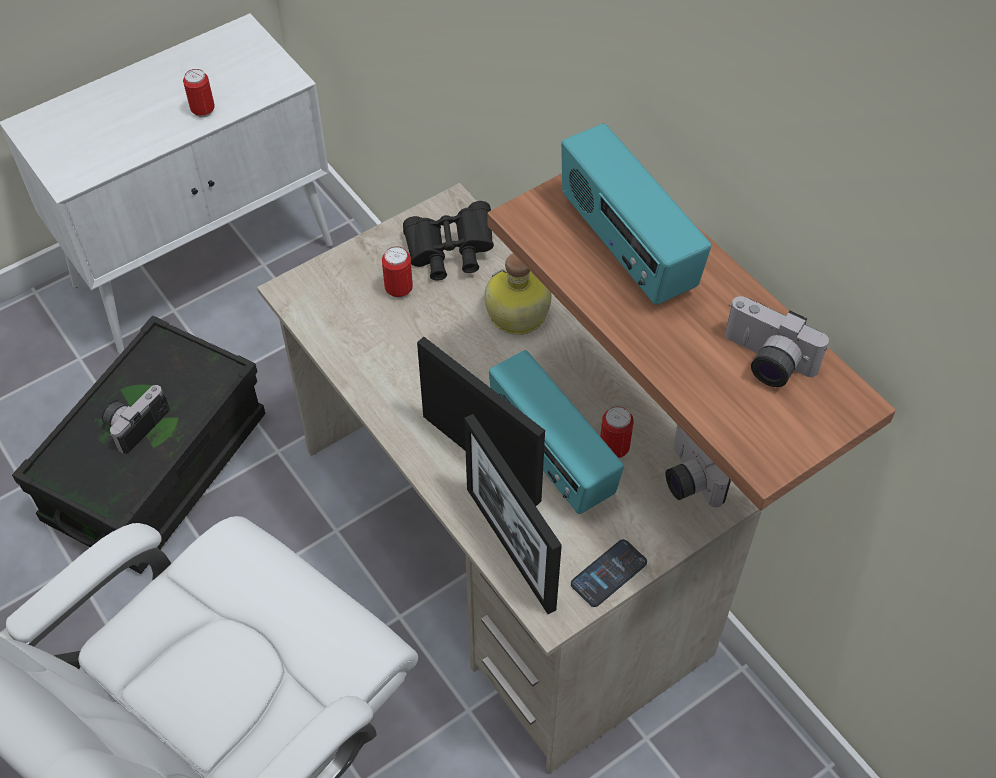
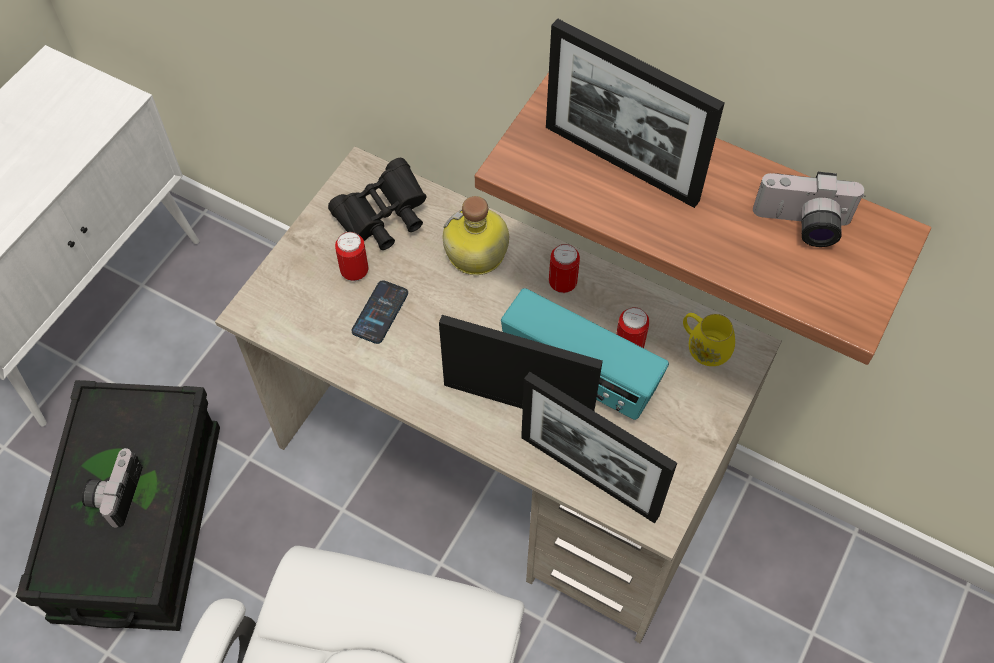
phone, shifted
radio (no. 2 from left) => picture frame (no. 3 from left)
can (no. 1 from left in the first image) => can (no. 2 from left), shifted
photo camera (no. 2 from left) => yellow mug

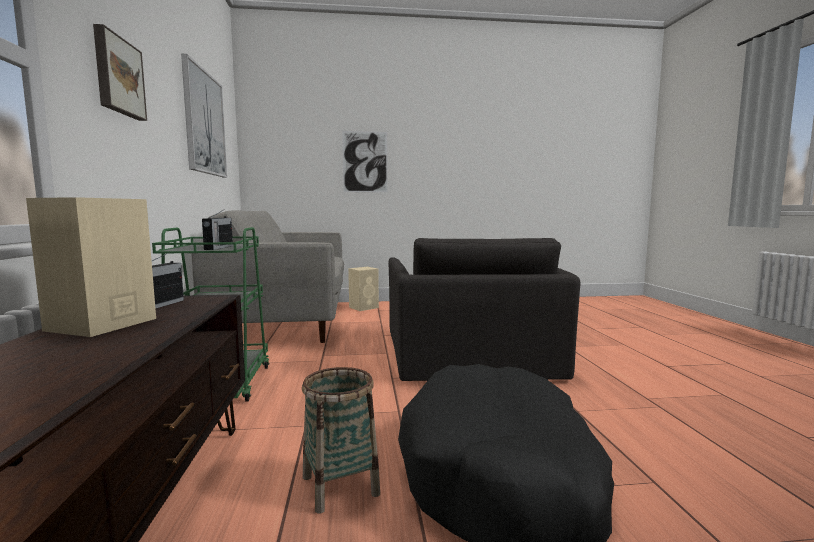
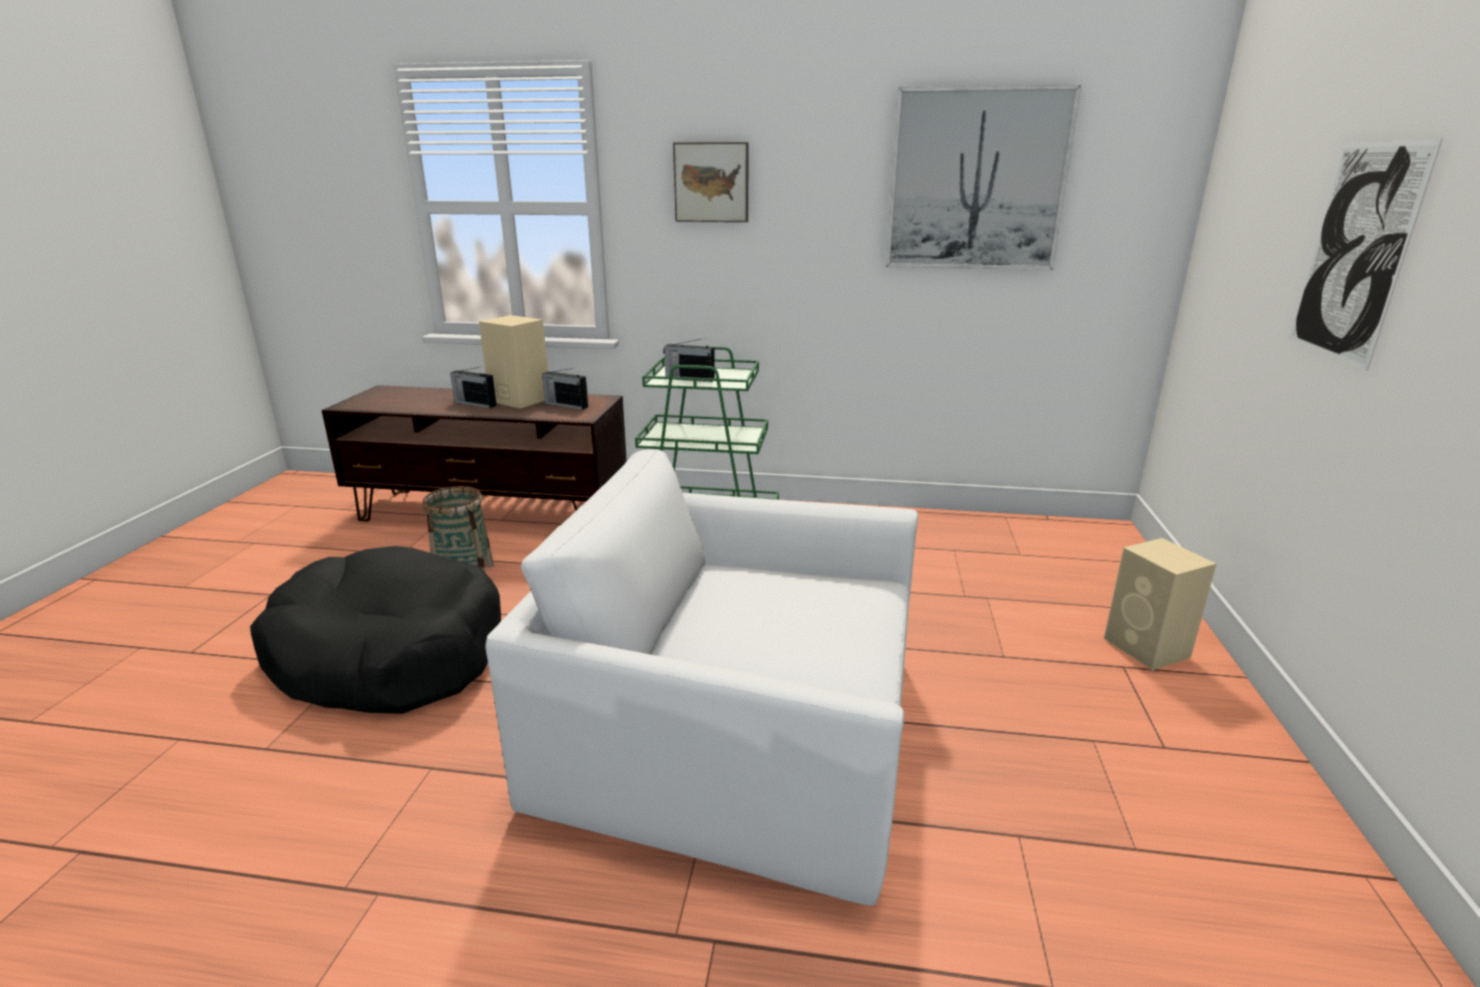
nothing => radio (no. 1 from left)
black armchair => white armchair
grey sofa => nothing

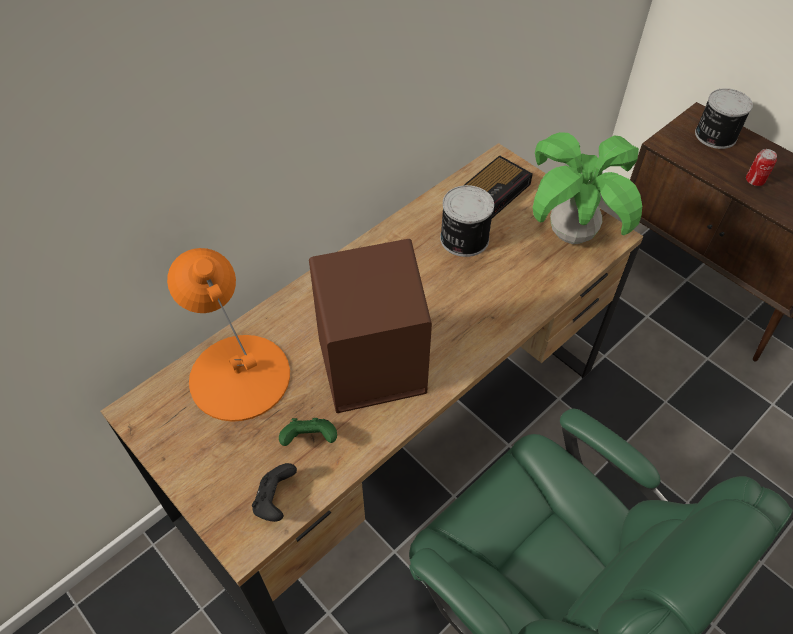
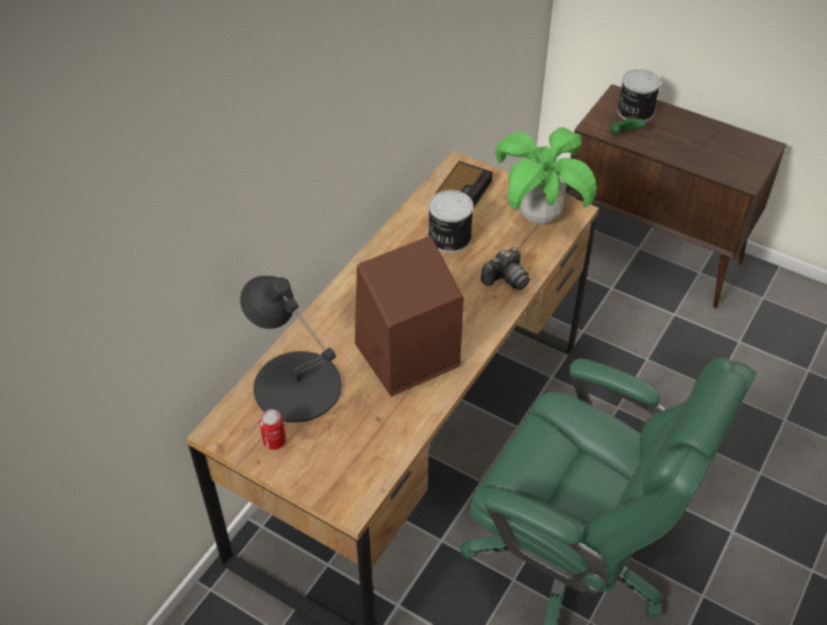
orange table lamp => black table lamp
can (no. 3 from left in the first image) => can (no. 1 from left), shifted
nothing => photo camera
green game controller, shifted
black game controller => nothing

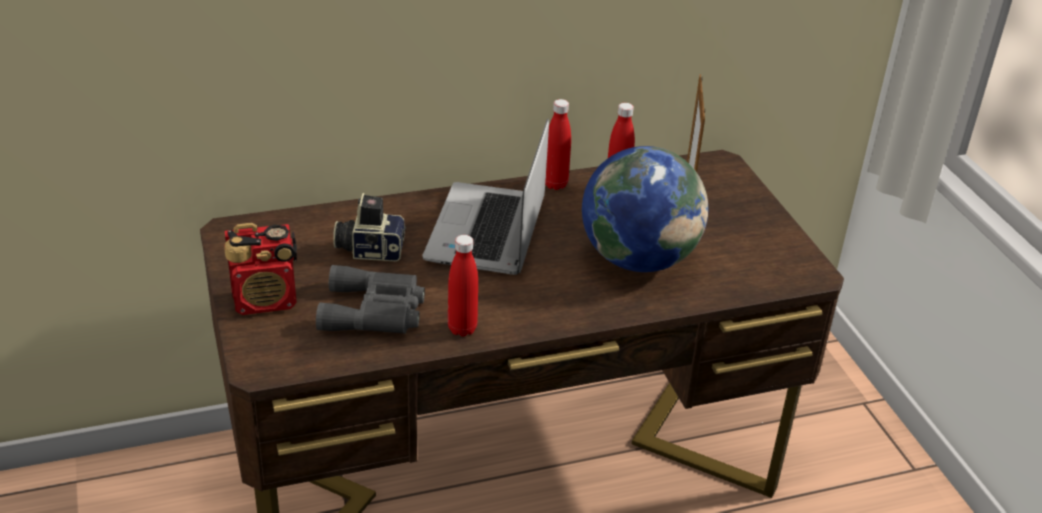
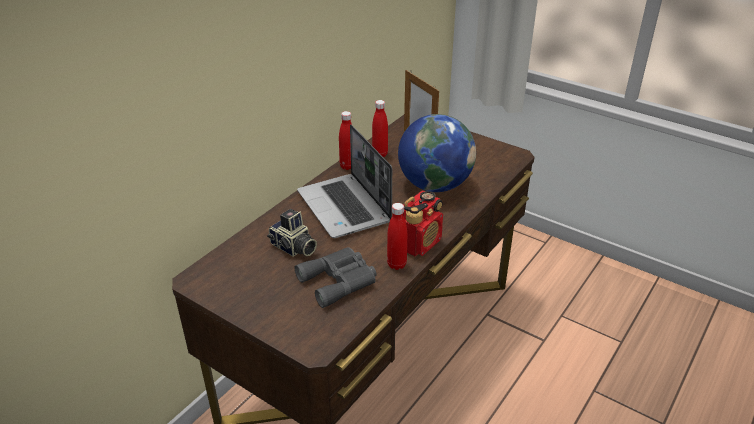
photo camera, 105 degrees counterclockwise
radio, shifted

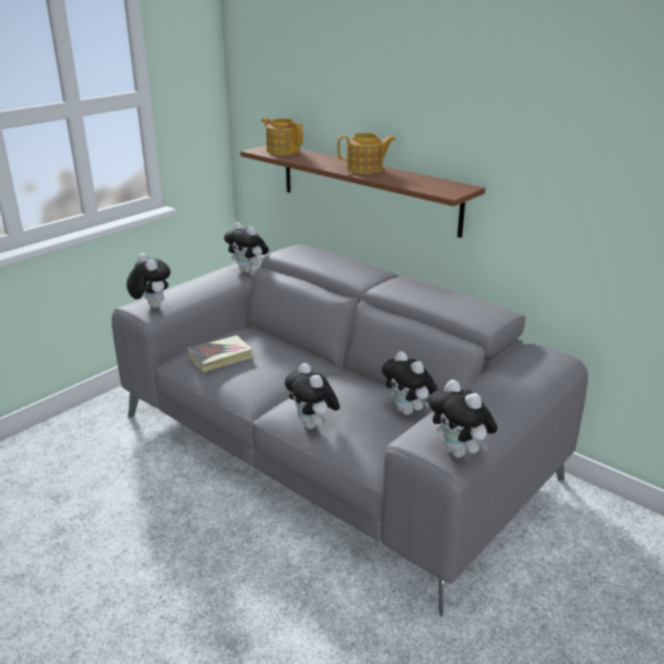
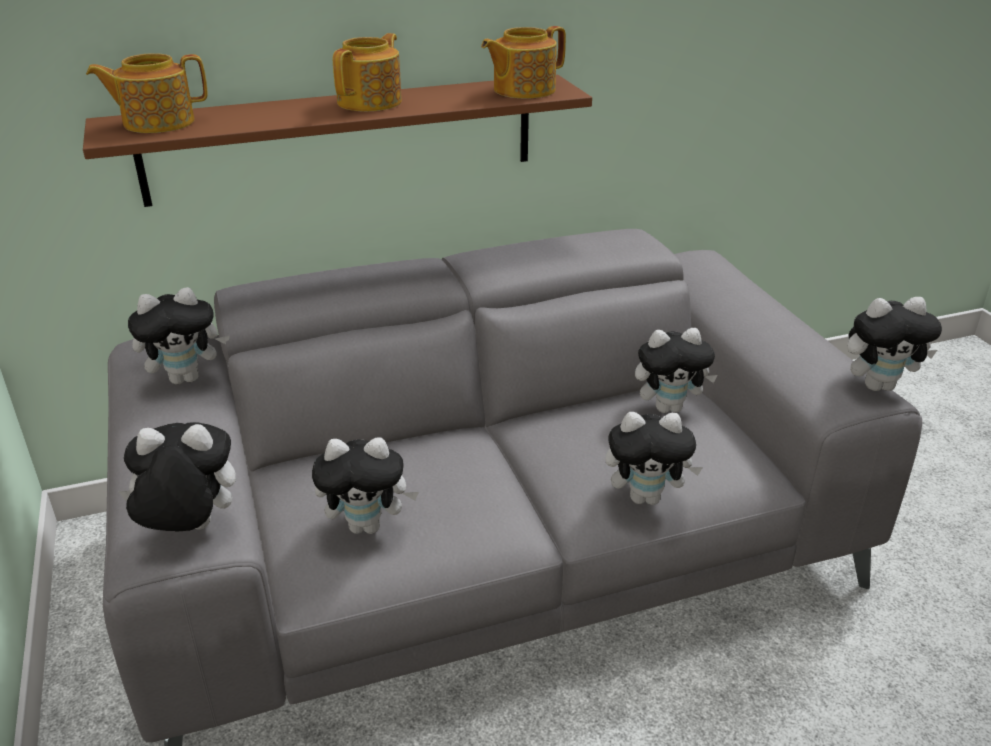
book => plush toy (no. 3 from left)
nothing => teapot (no. 3 from left)

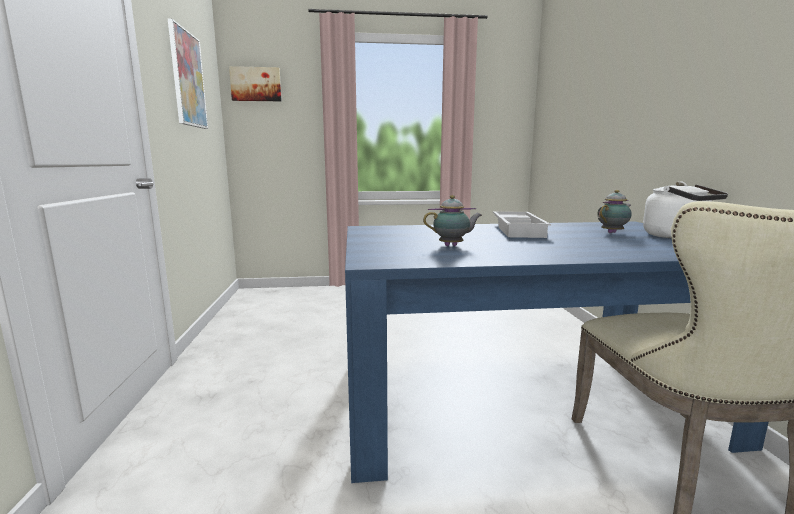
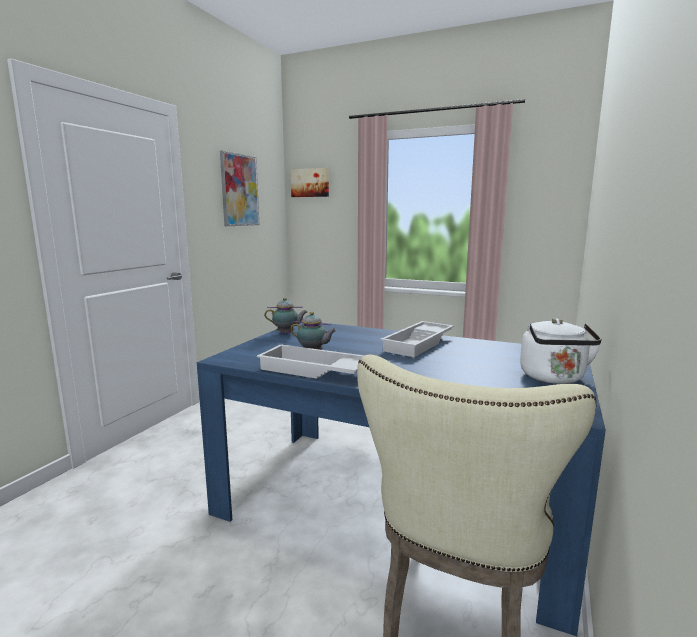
nothing => white tray (no. 1 from left)
teapot (no. 2 from left in the first image) => teapot (no. 1 from left), shifted

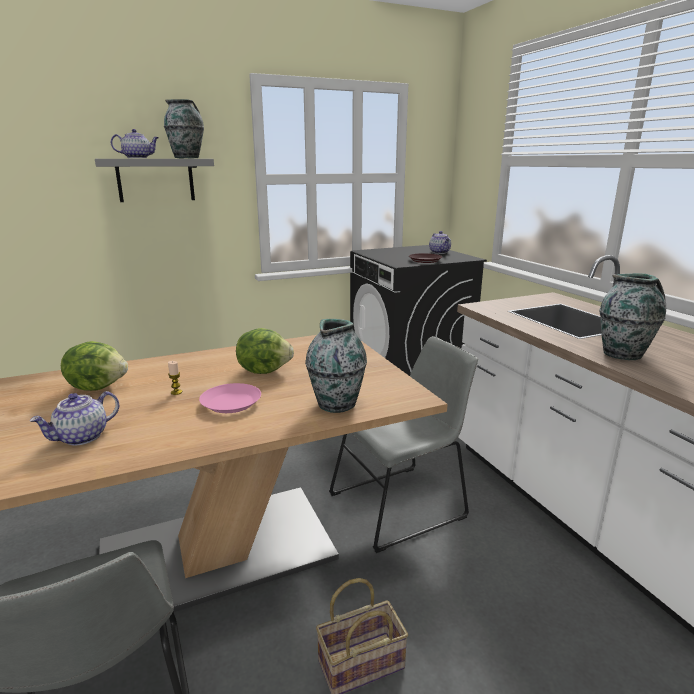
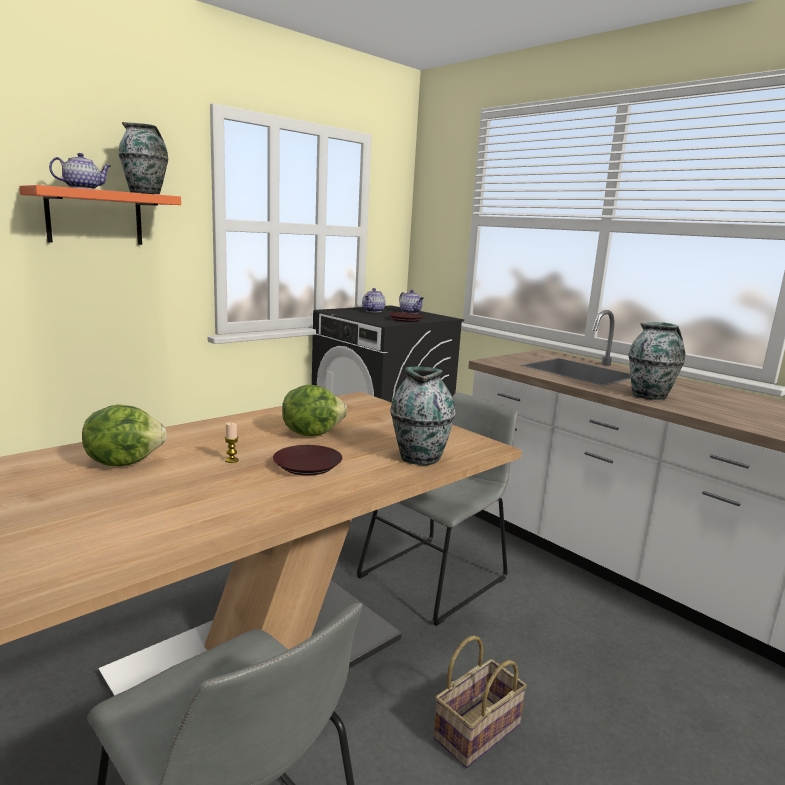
grey shelf => orange shelf
pink plate => brown plate (no. 1 from left)
teapot (no. 1 from left in the first image) => teapot (no. 2 from left), shifted

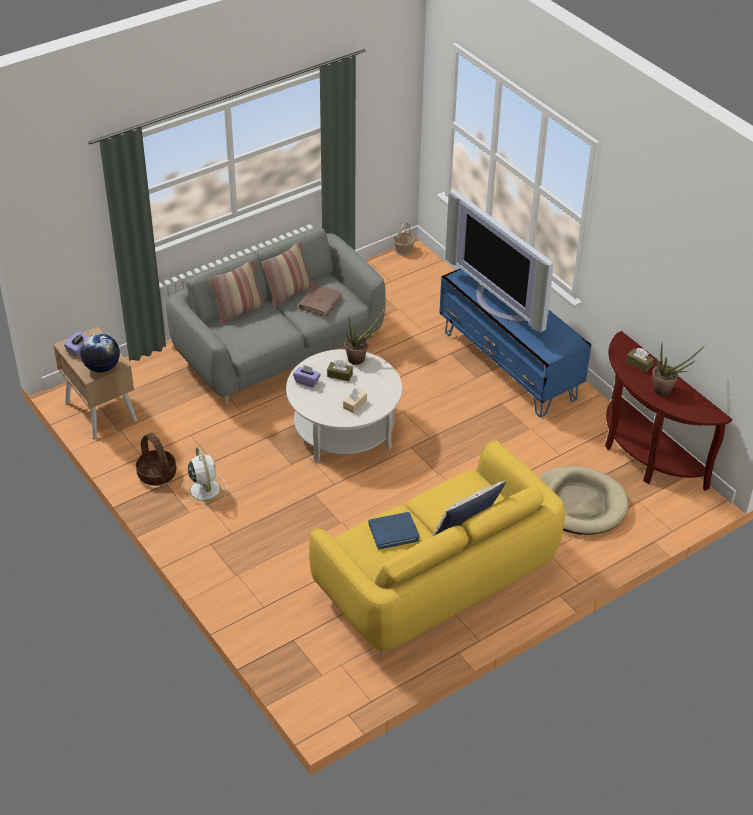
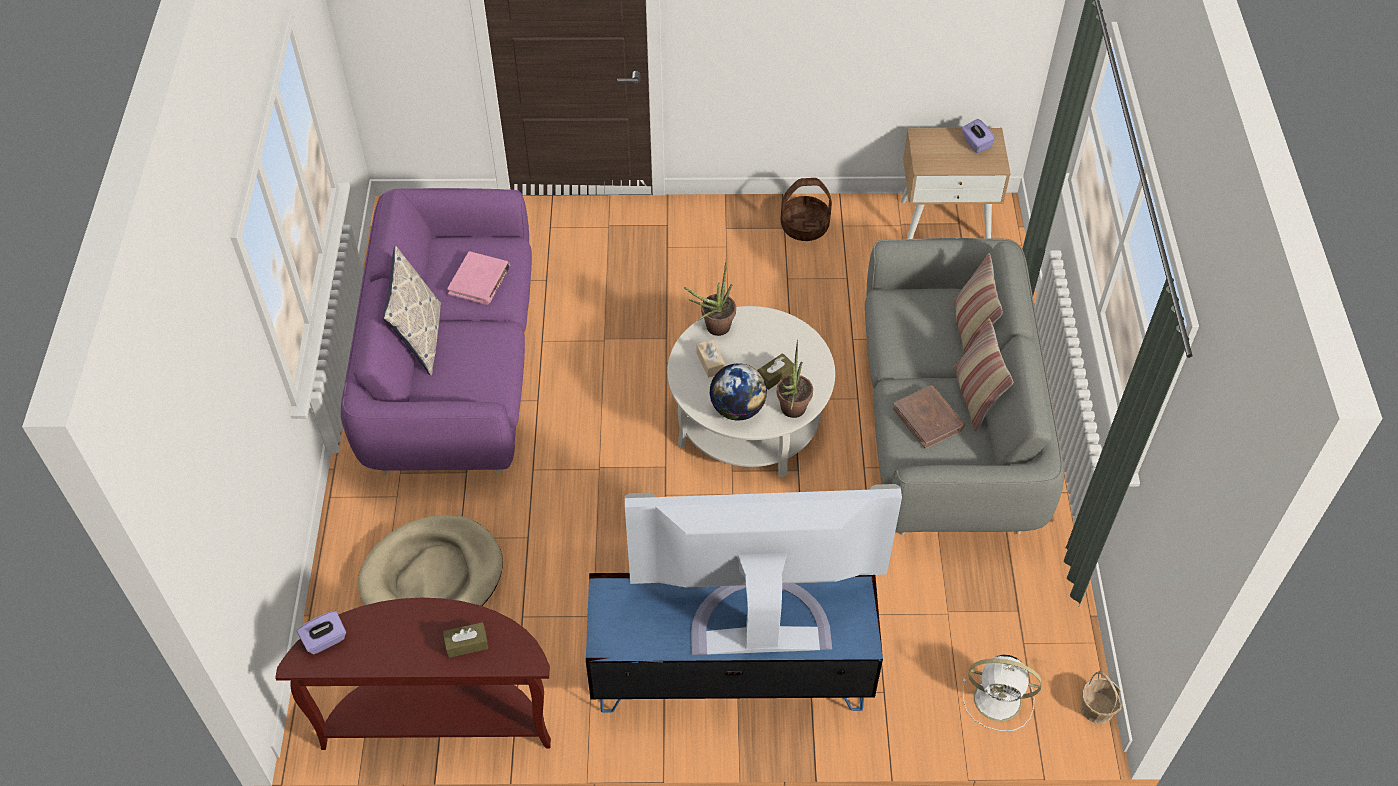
purple tissue box (no. 2 from left in the first image) => purple tissue box (no. 1 from left), shifted
yellow sofa => purple sofa
blue book => pink book
potted plant (no. 2 from left in the first image) => potted plant (no. 1 from left), shifted
globe, shifted
white fan, shifted

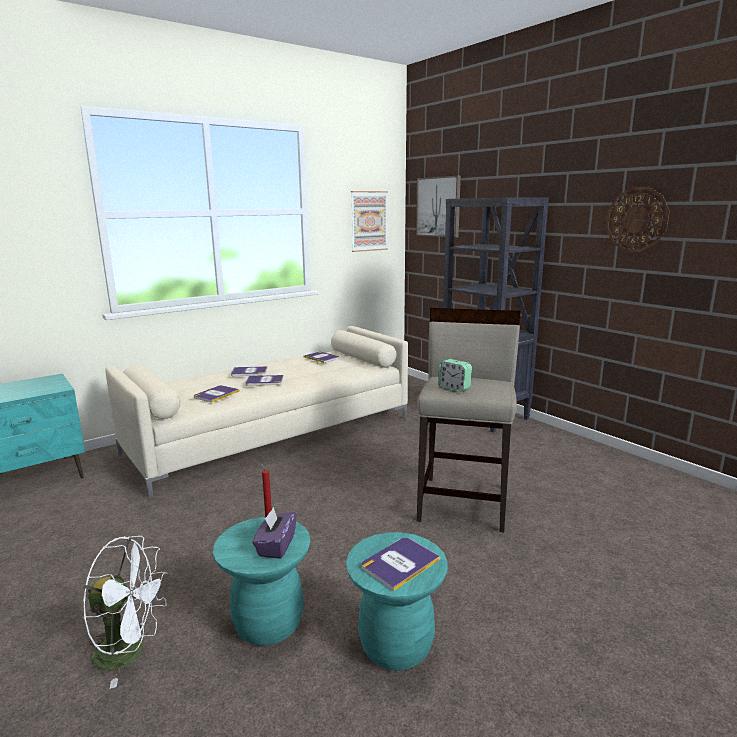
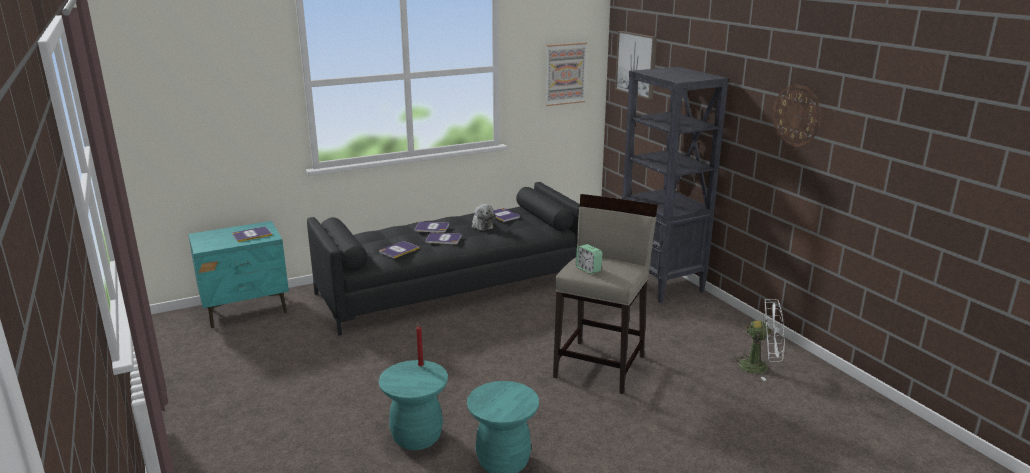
book (no. 5 from left in the first image) => book (no. 1 from left), shifted
beige sofa => black sofa
nothing => plush toy
white fan, shifted
purple tissue box => nothing

